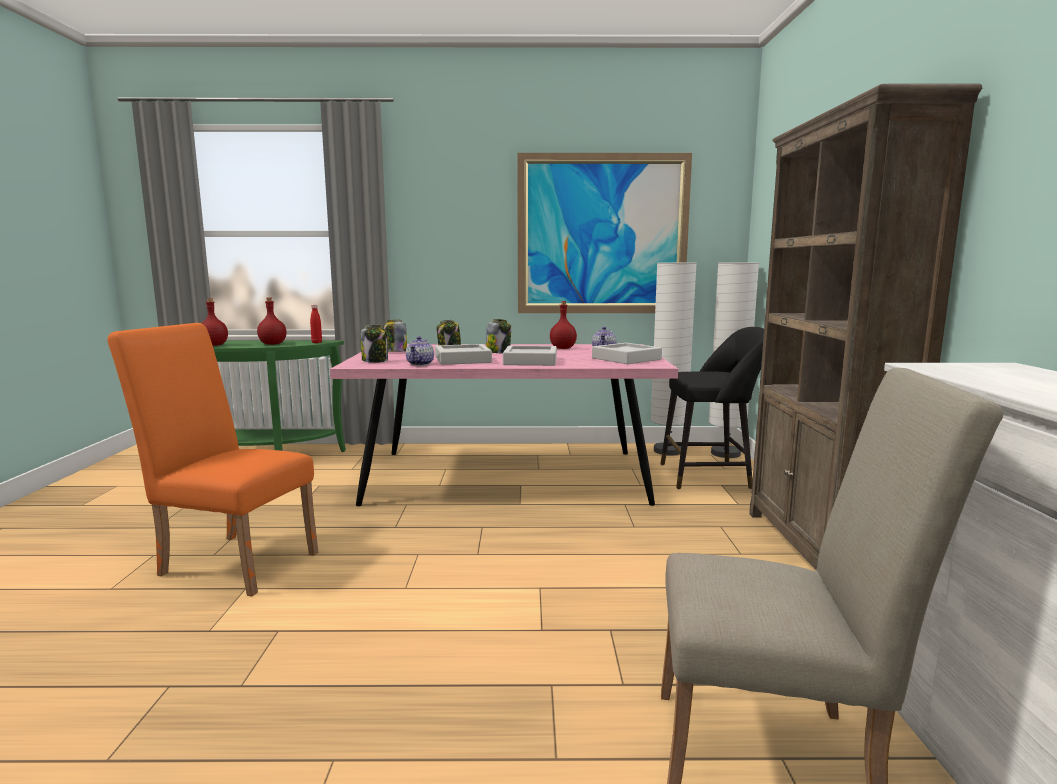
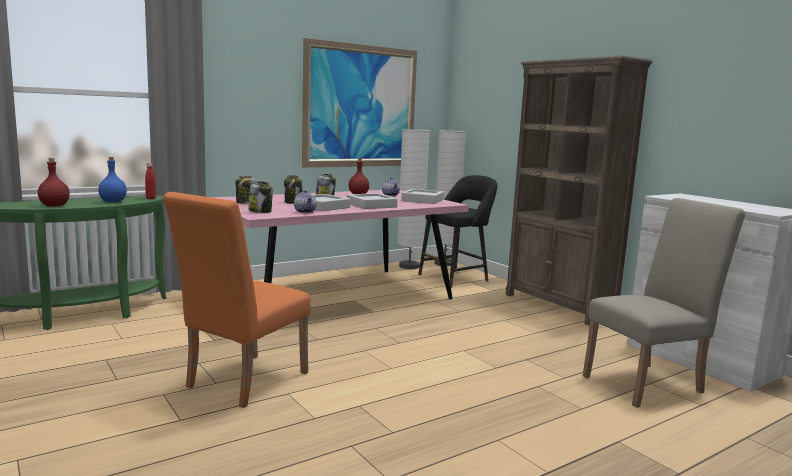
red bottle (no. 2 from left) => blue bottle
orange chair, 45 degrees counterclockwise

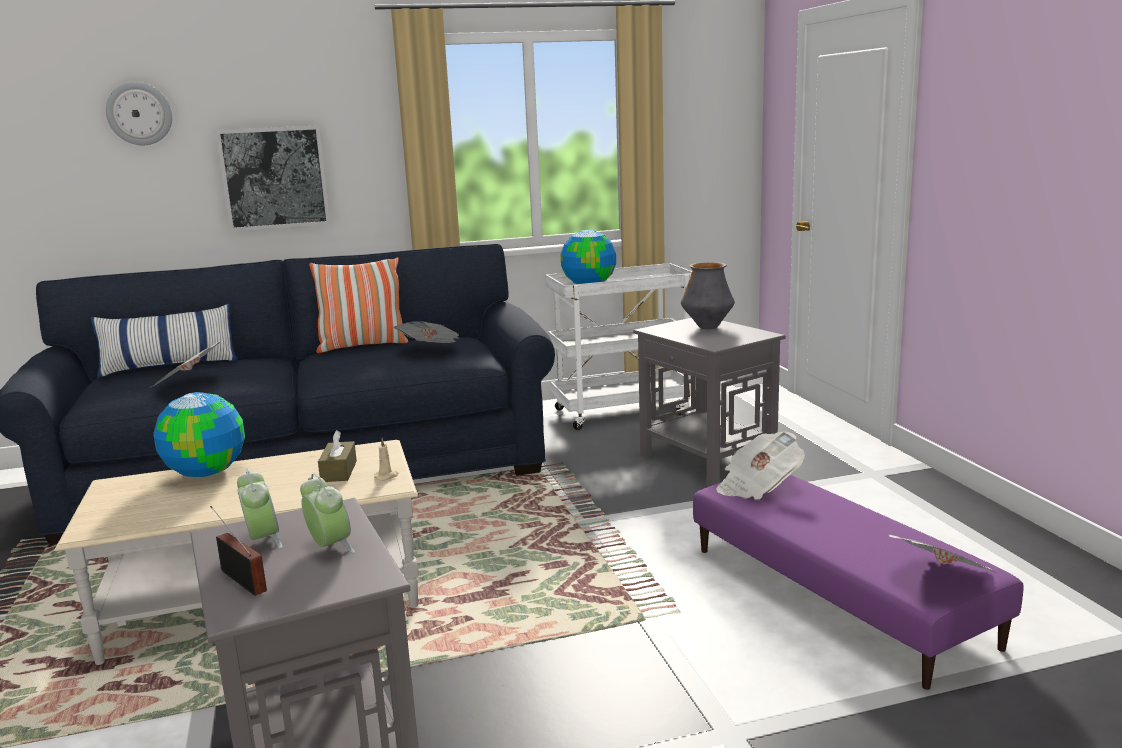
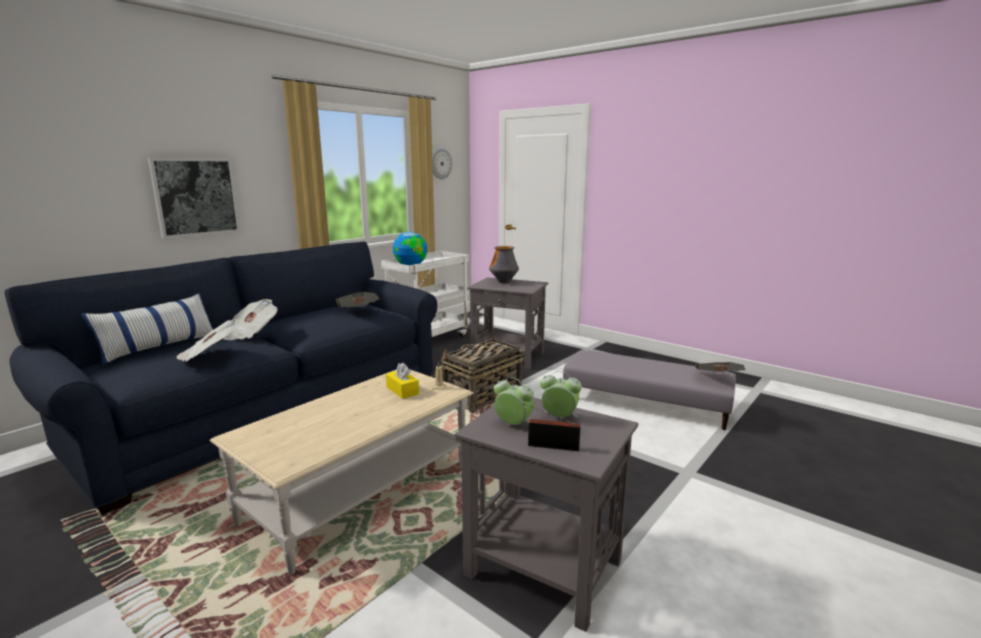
newspaper (no. 3 from left in the first image) => newspaper (no. 2 from left), shifted
brown tissue box => yellow tissue box
wall clock, shifted
nothing => basket
purple ottoman => grey ottoman
globe (no. 1 from left) => nothing
pillow (no. 2 from left) => nothing

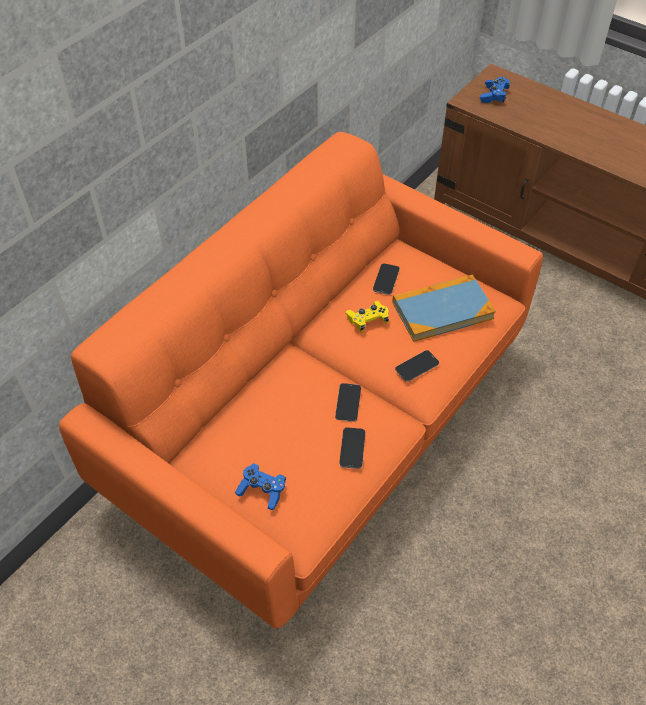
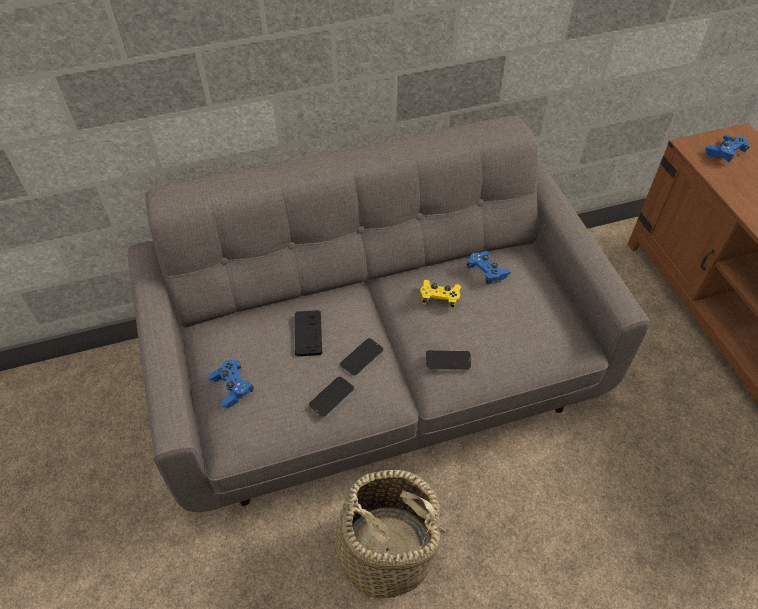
orange sofa => grey sofa
nothing => black game controller
nothing => basket
phone (no. 3 from left) => blue game controller (no. 2 from left)
book => nothing

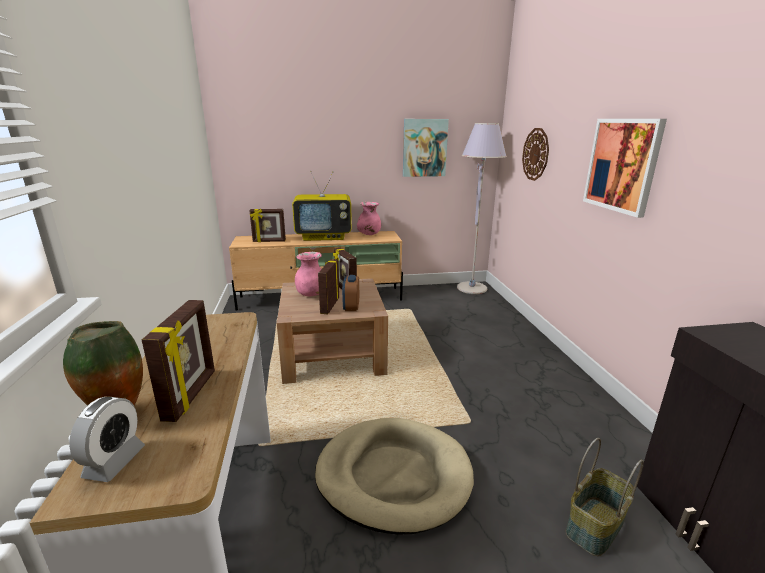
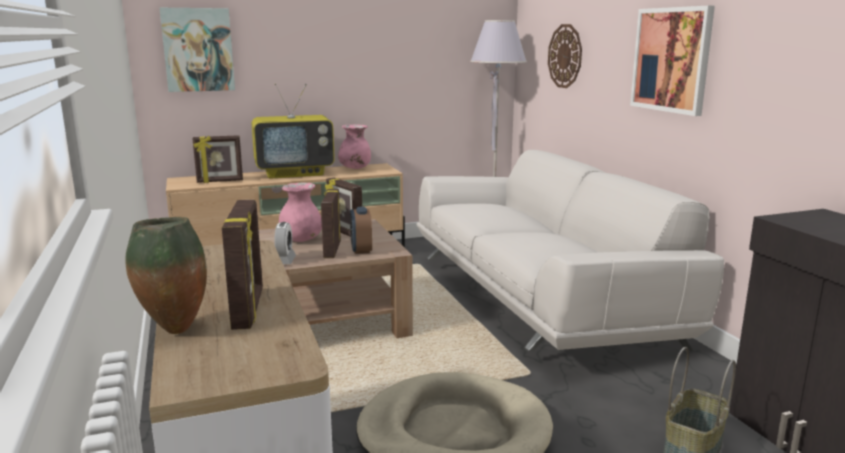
picture (no. 1 from left), shifted
alarm clock (no. 1 from left), shifted
nothing => white sofa

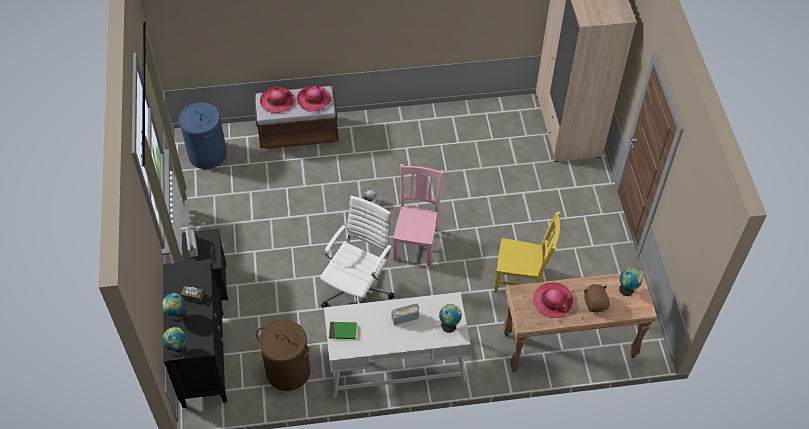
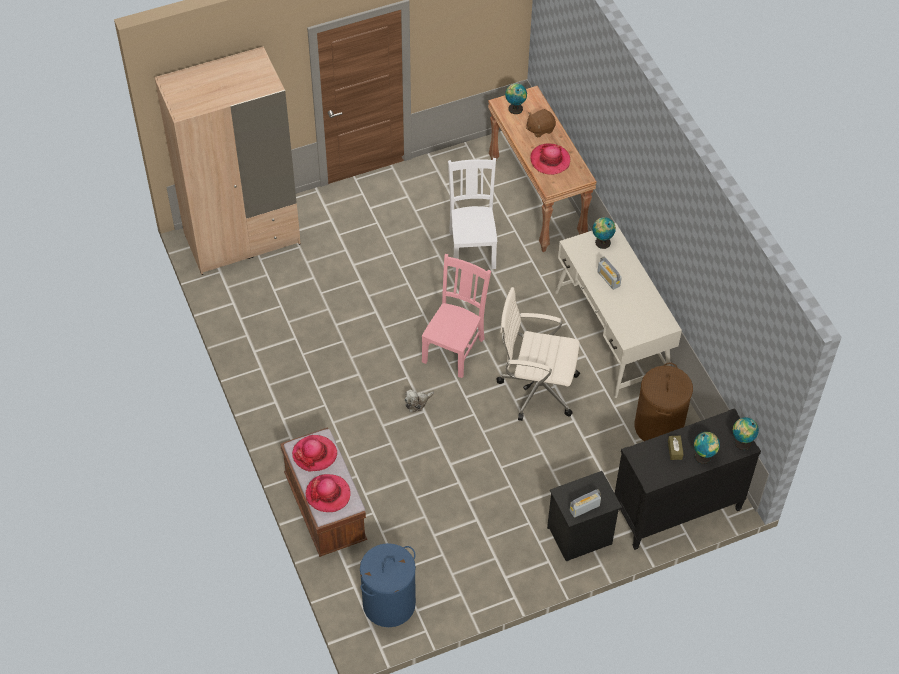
pink chair, 120 degrees clockwise
yellow chair => white chair
green book => nothing

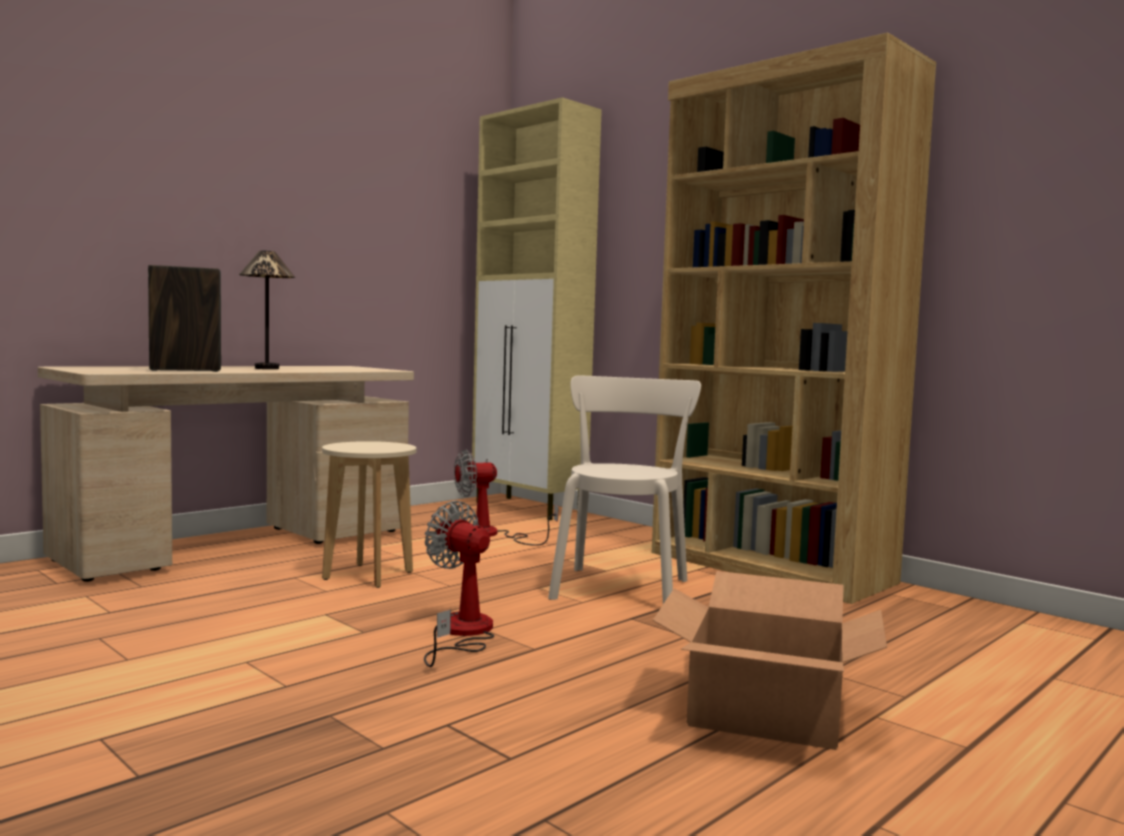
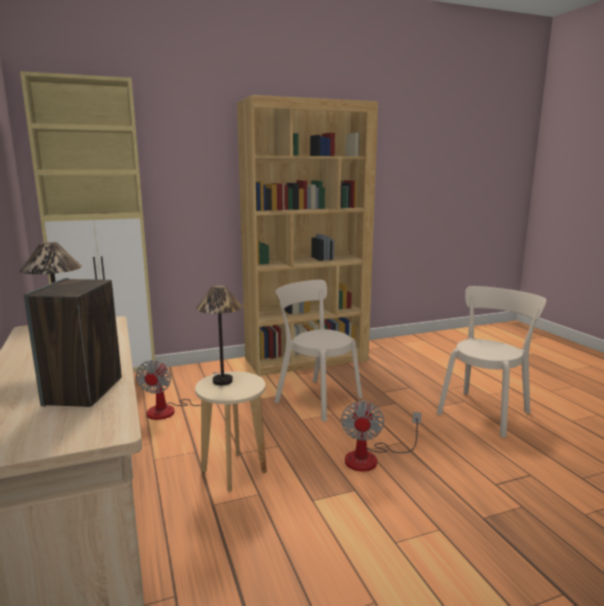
nothing => table lamp (no. 2 from left)
fan (no. 1 from left in the first image) => fan (no. 2 from left), 60 degrees counterclockwise
cardboard box => beige chair (no. 2 from left)

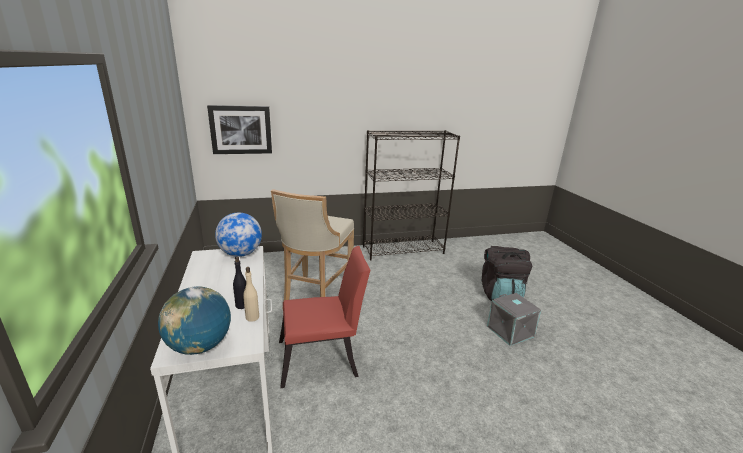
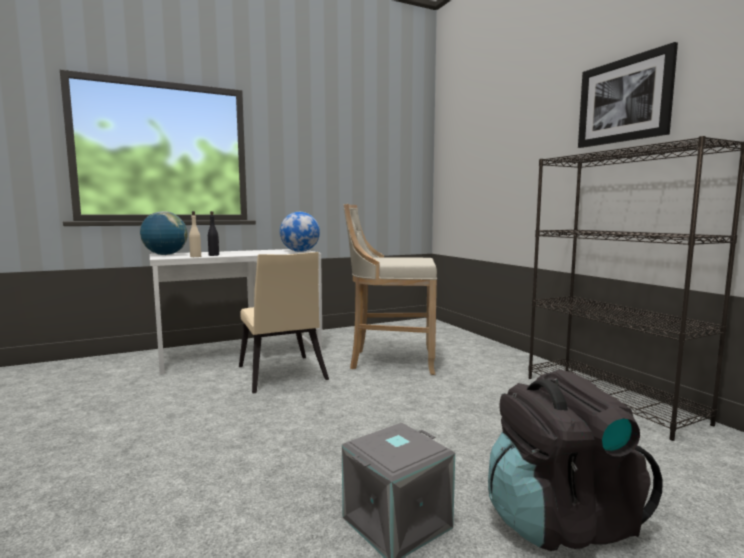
red chair => beige chair
picture, shifted

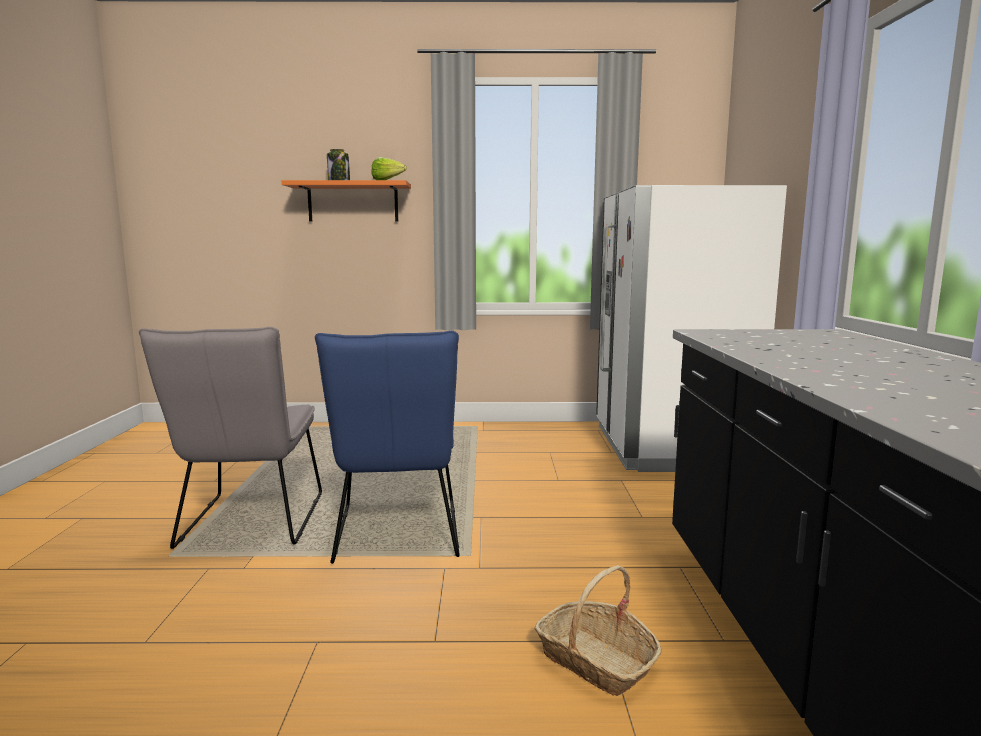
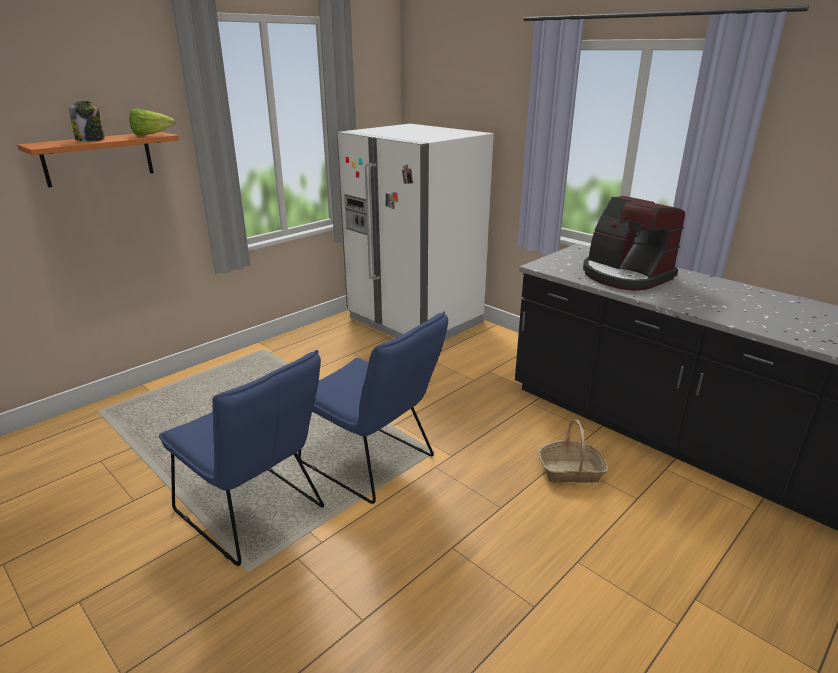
grey chair => blue chair (no. 1 from left)
nothing => coffee machine

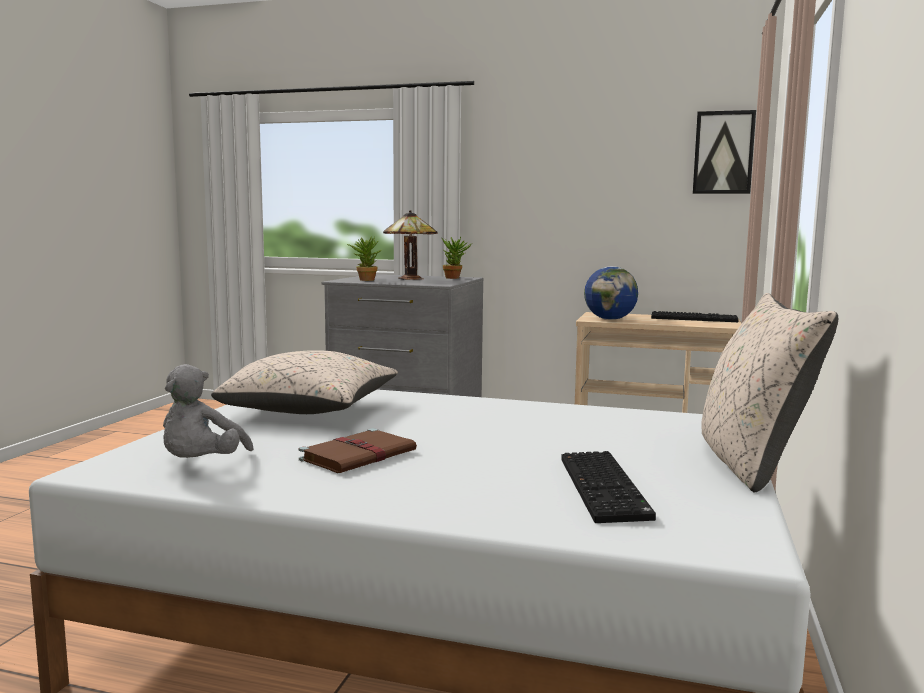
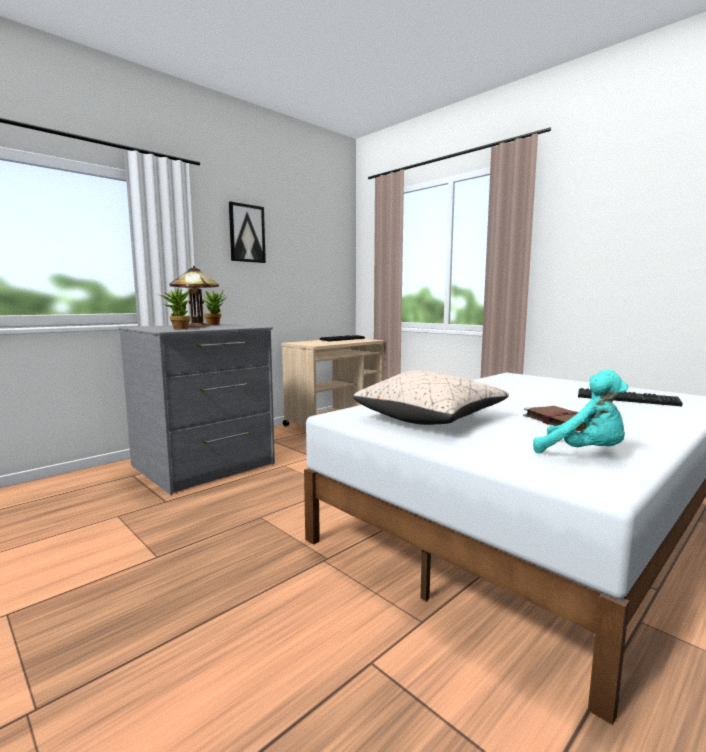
picture, shifted
grey plush toy => turquoise plush toy
globe => nothing
beige pillow (no. 2 from left) => nothing

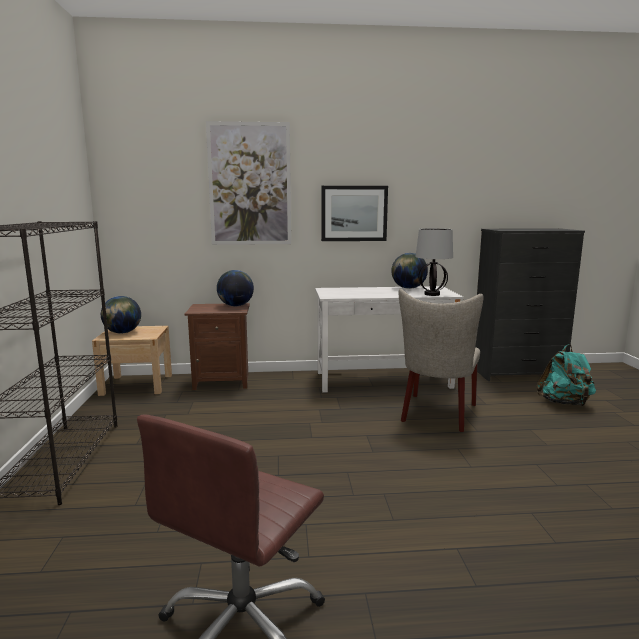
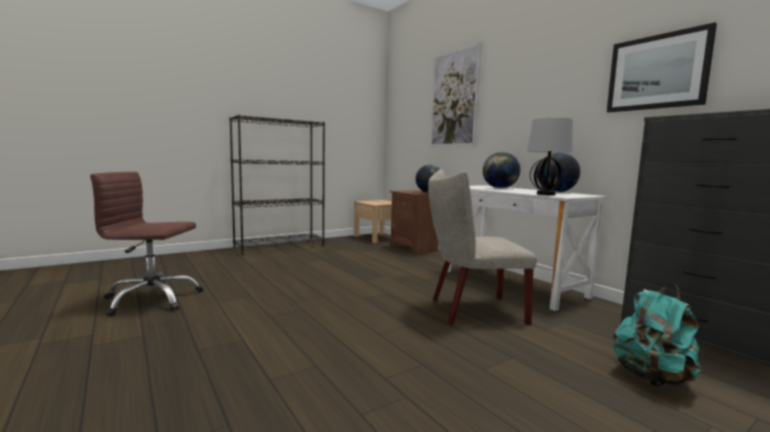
globe (no. 1 from left in the first image) => globe (no. 2 from left), shifted
picture (no. 2 from left), shifted

